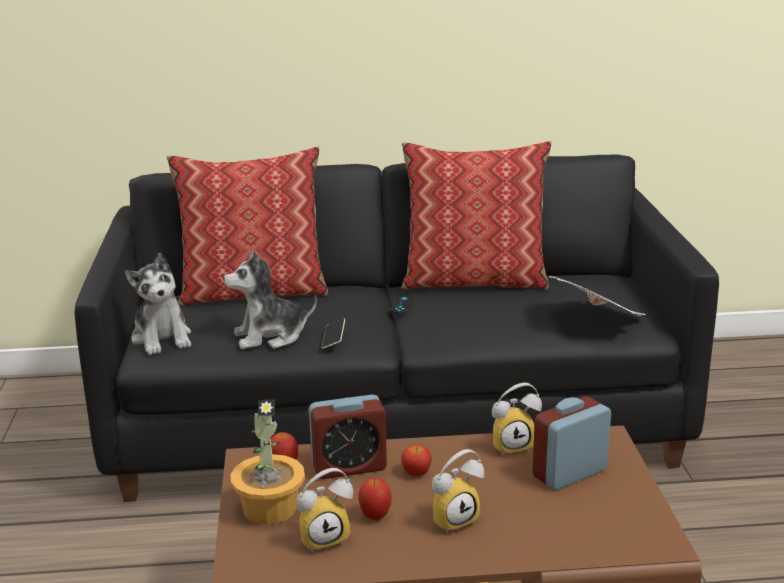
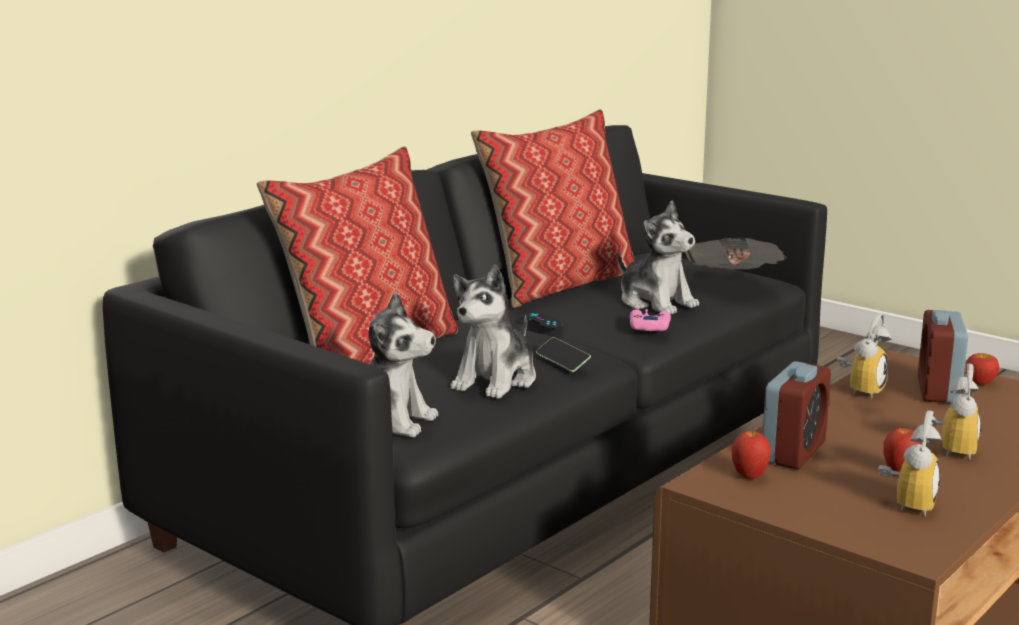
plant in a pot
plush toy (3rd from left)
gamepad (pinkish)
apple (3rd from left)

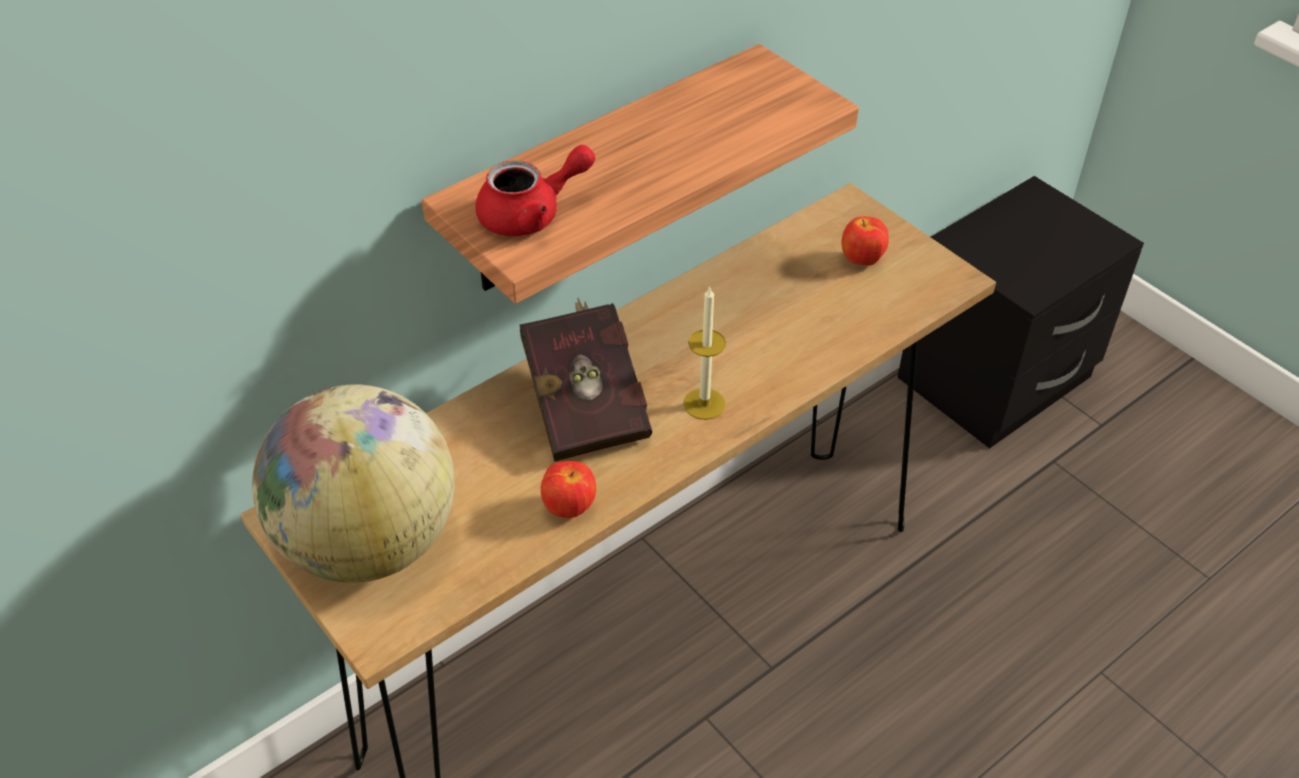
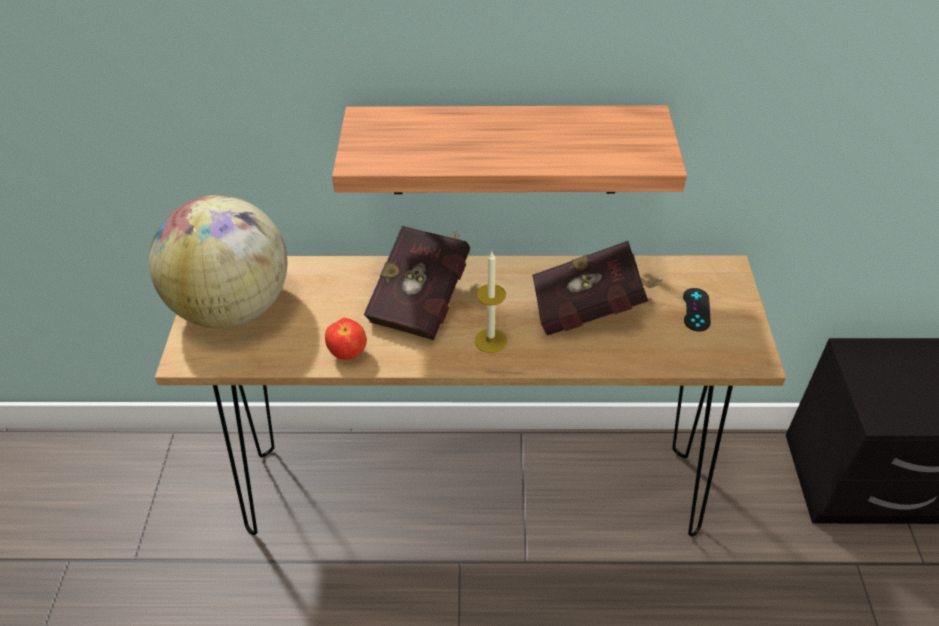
teapot (red)
bound book (red) (2nd from left)
gamepad (blackish)

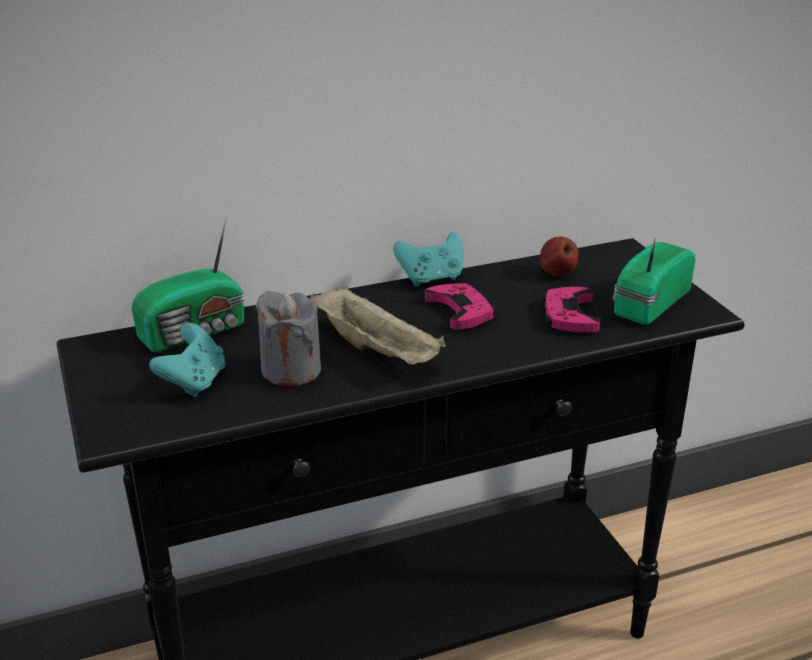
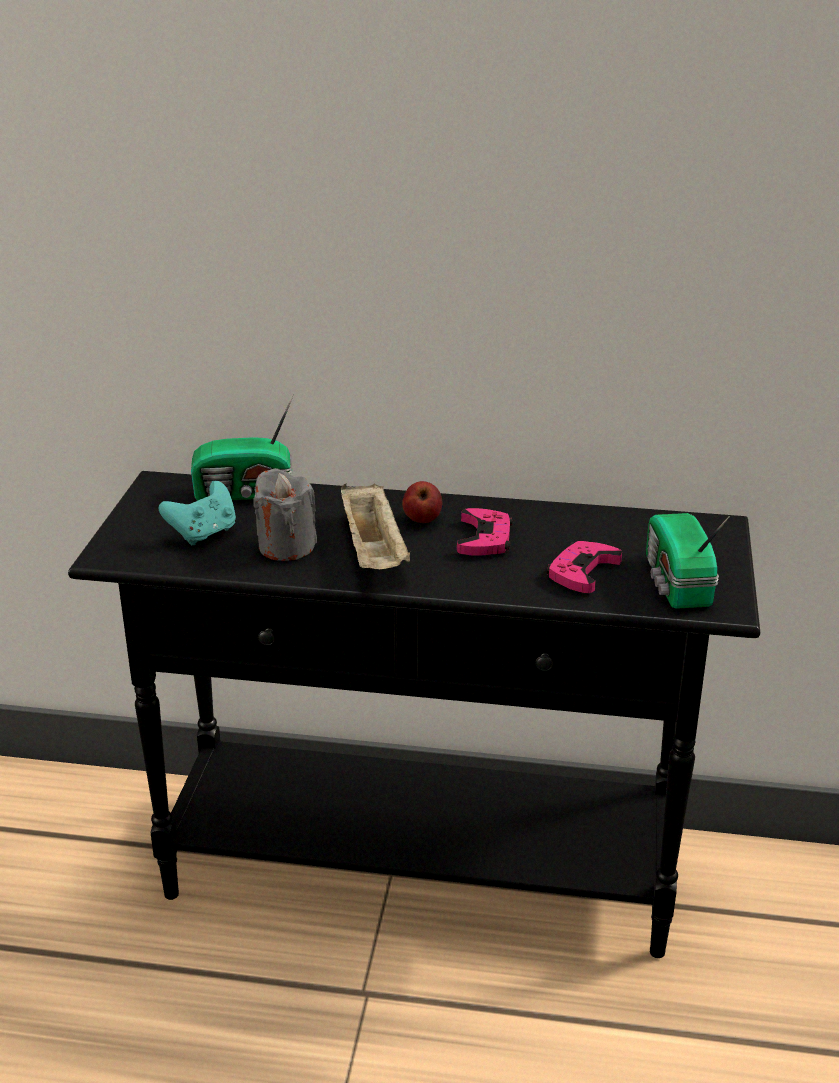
gamepad (turquoise) (2nd from left in the first image)
apple
radio (2nd from left)

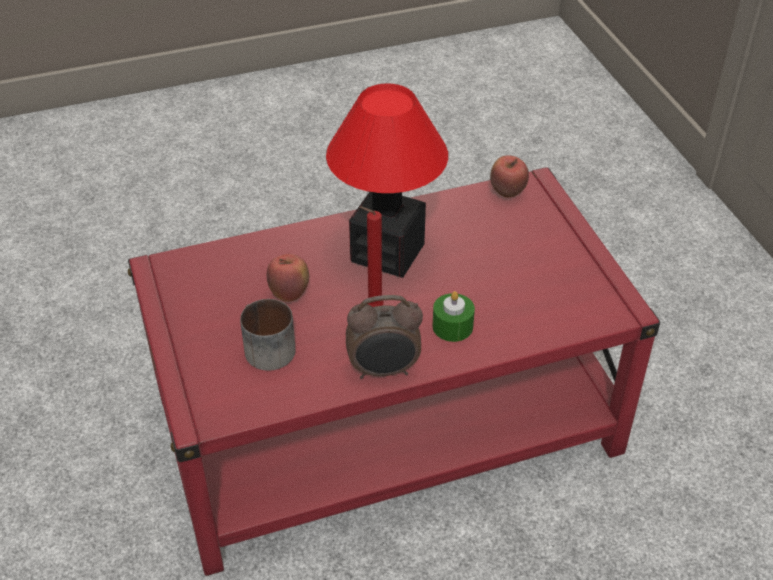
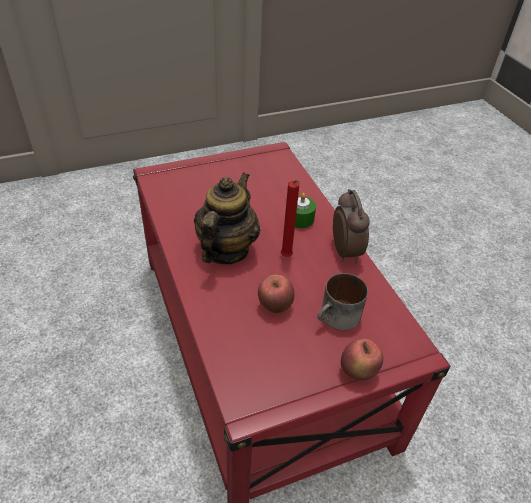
apple (2nd from left)
teapot

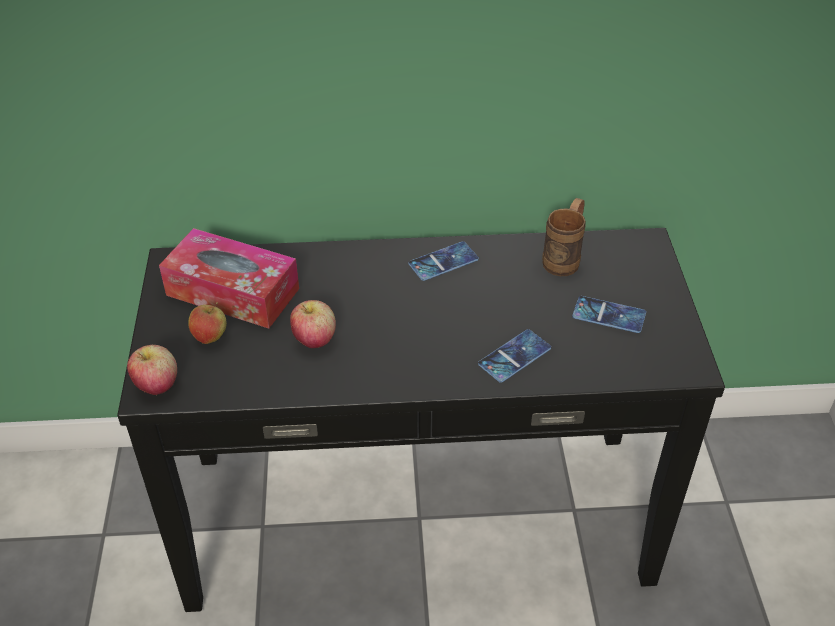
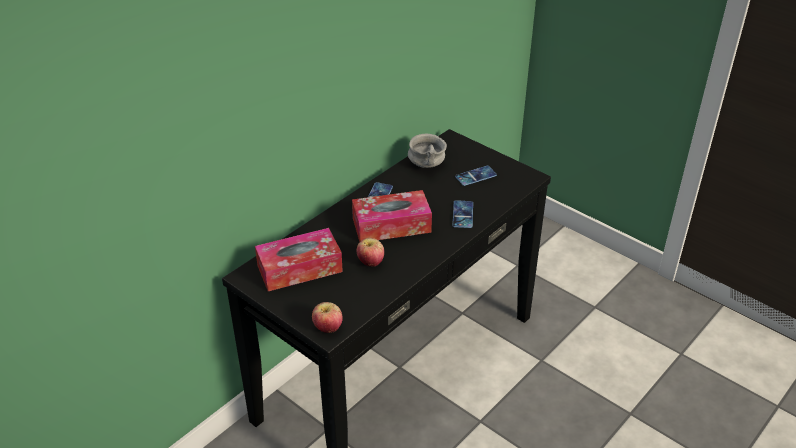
apple (2nd from left in the first image)
tissue holder (2nd from left)
deep dish (grey)

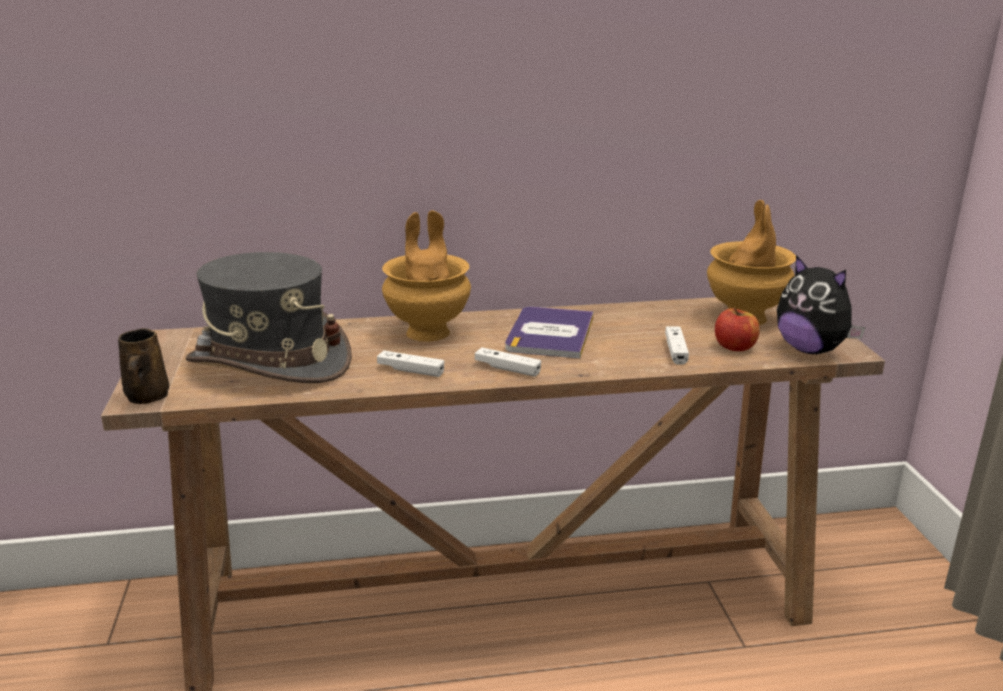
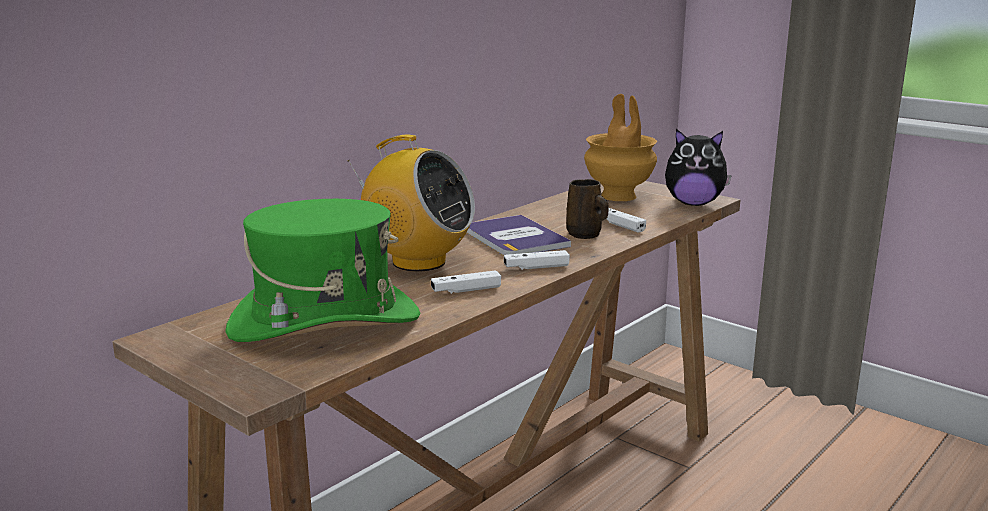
apple
tea mug (brownish)
radio
wearable hat (green-coloured)

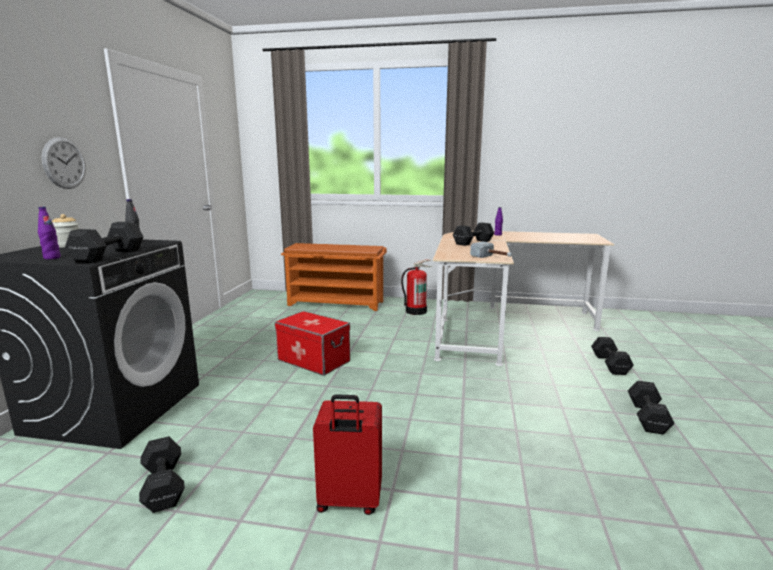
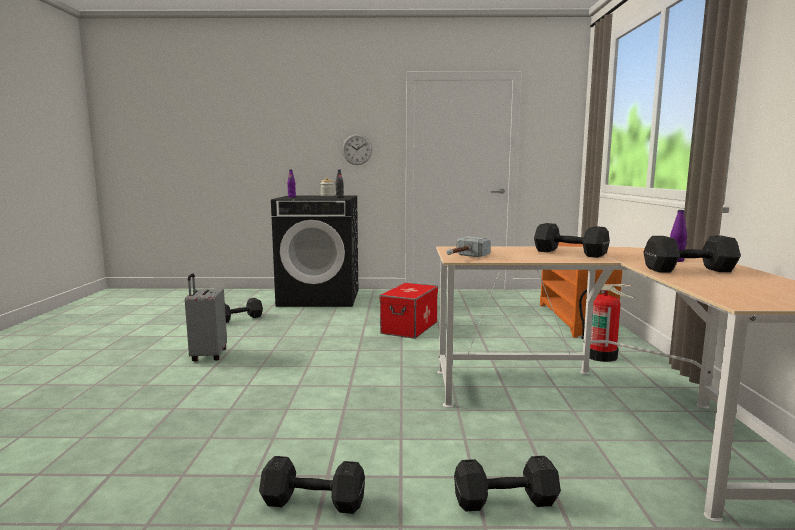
hand weight (blackish) (5th from left)
suitcase (grey)

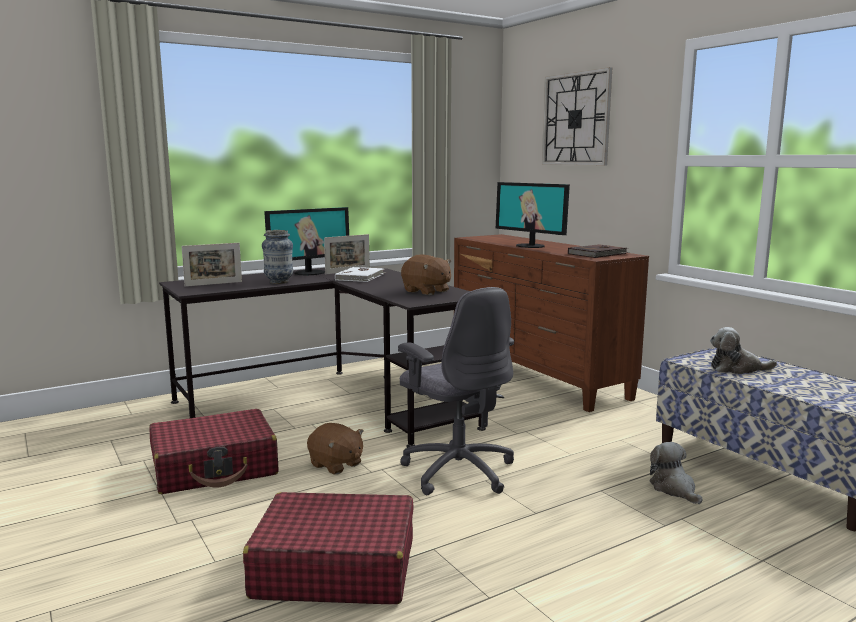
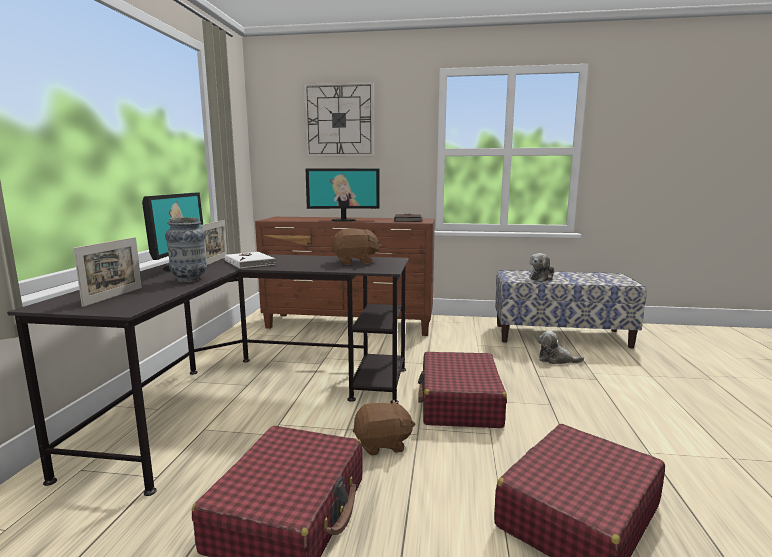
suitcase (red) (2nd from left)

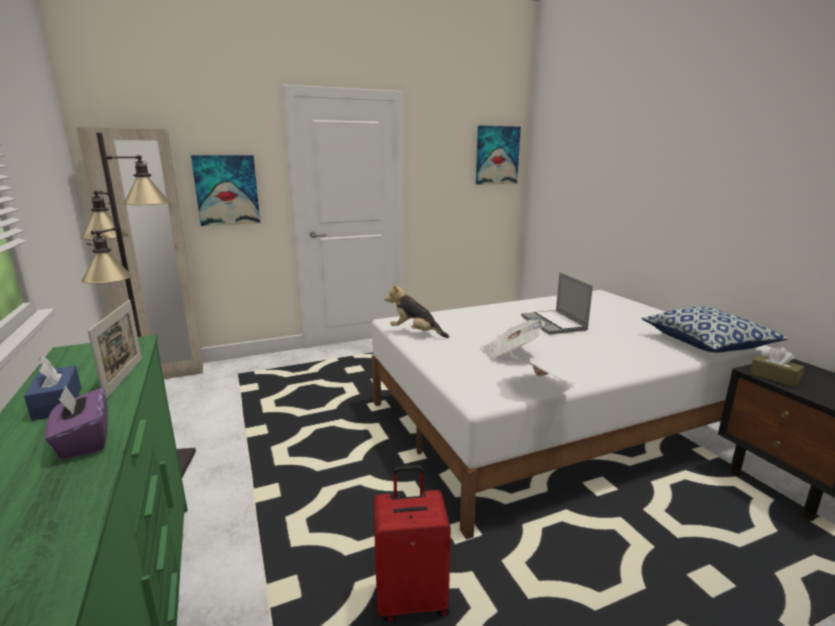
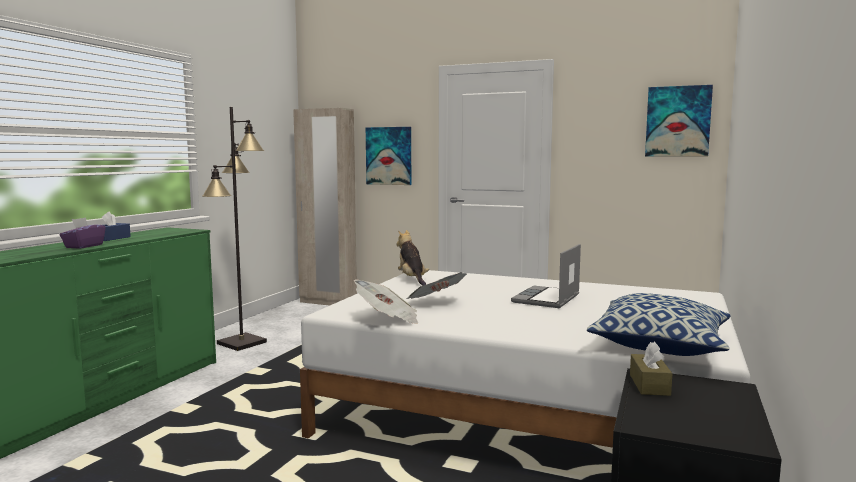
photo frame
suitcase (red)

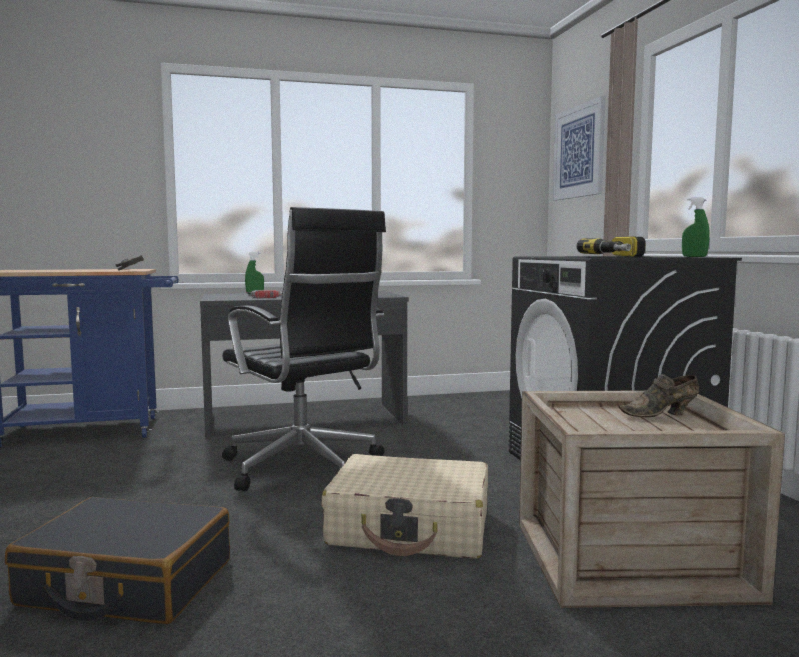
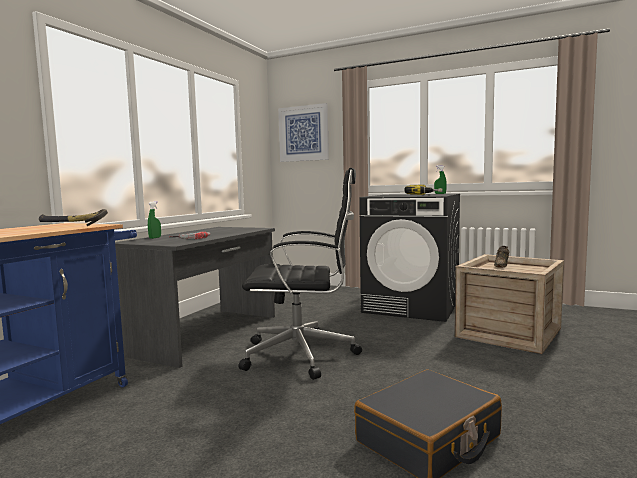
suitcase (beige-coloured)

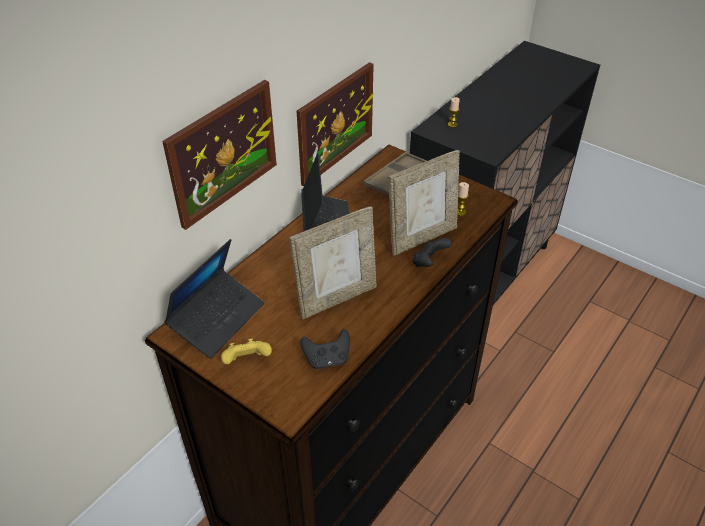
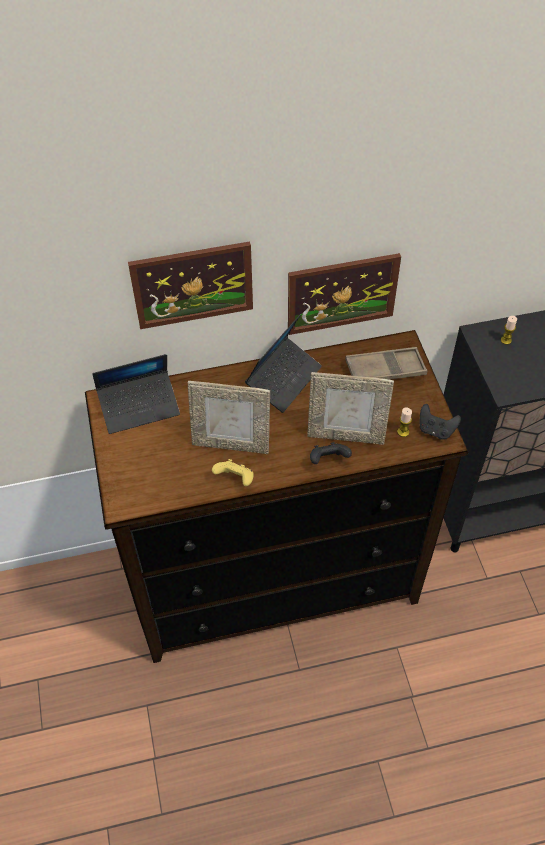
gamepad (yellow-coloured)
gamepad (blackish) (2nd from left)

